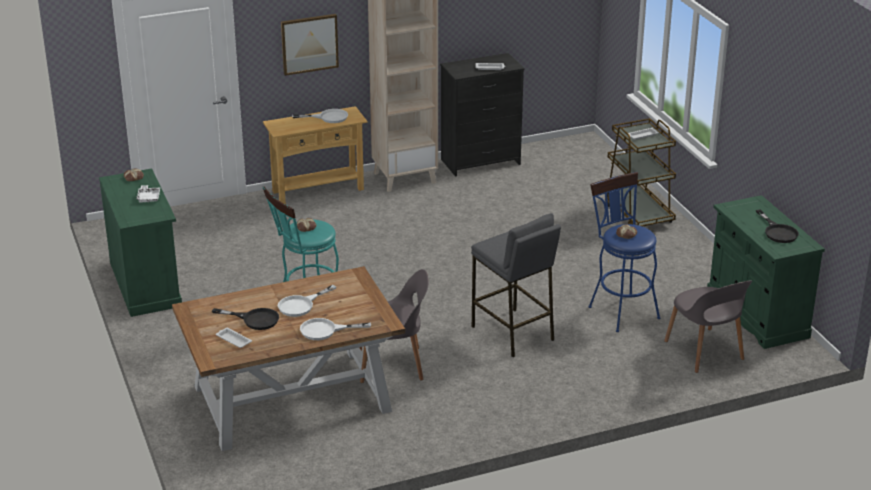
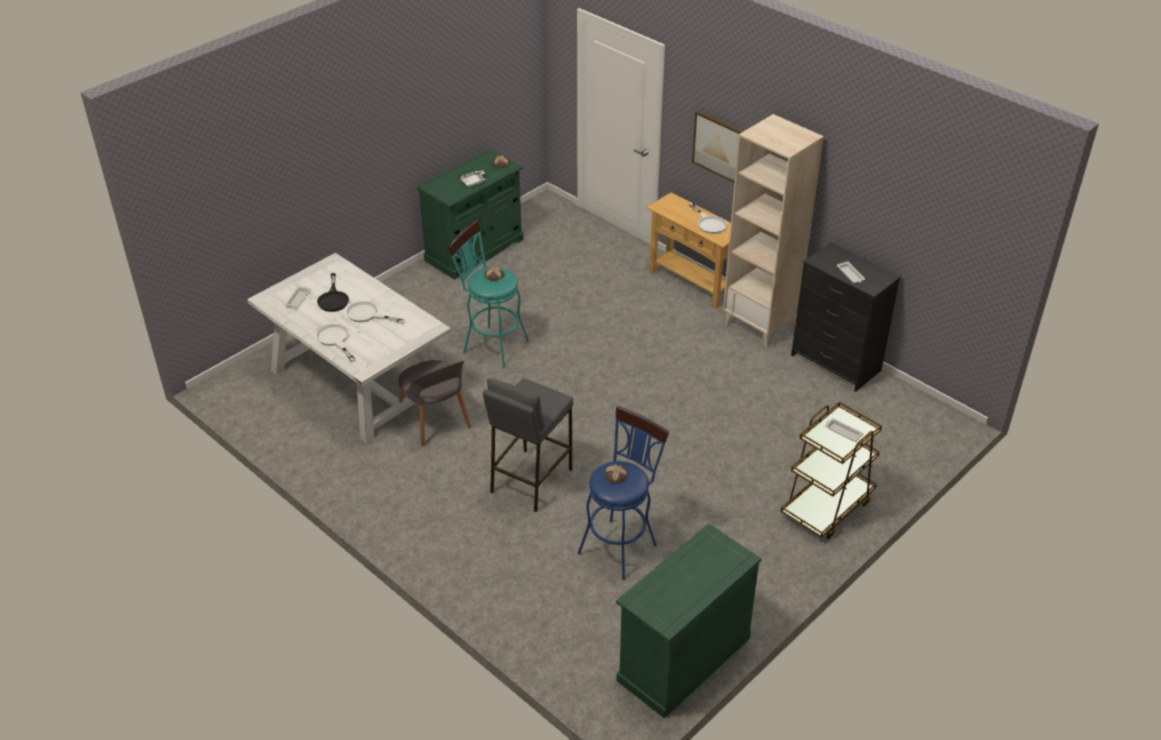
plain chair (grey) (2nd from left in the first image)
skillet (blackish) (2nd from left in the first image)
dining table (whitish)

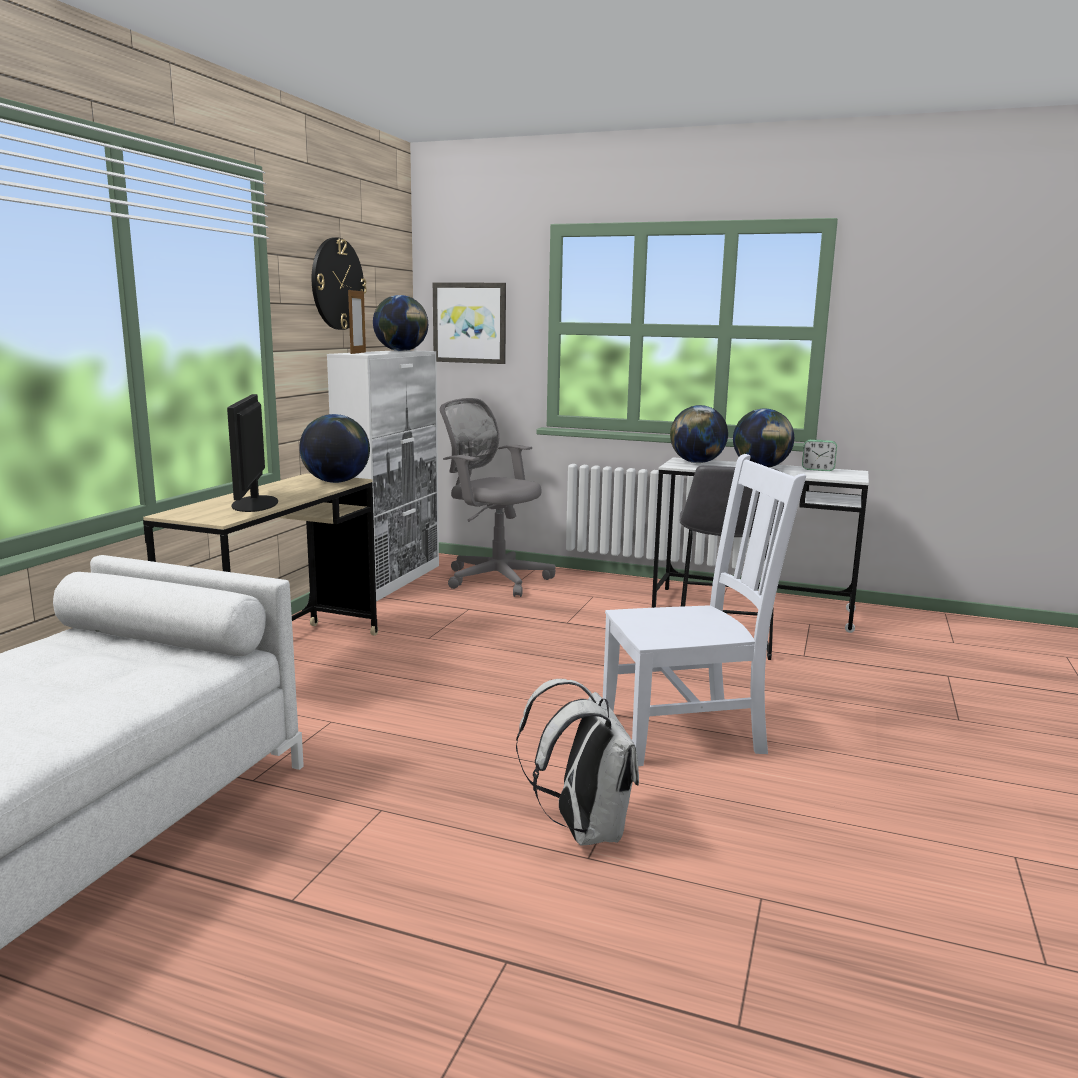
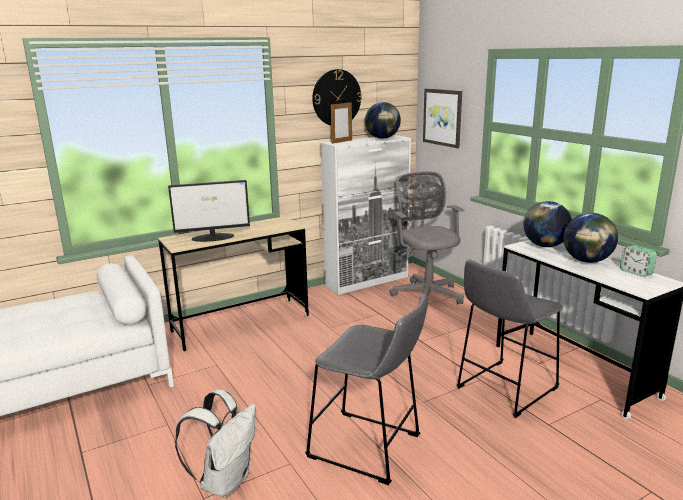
desk globe (1st from left in the first image)
stool (grey) (1st from left)
computer screen

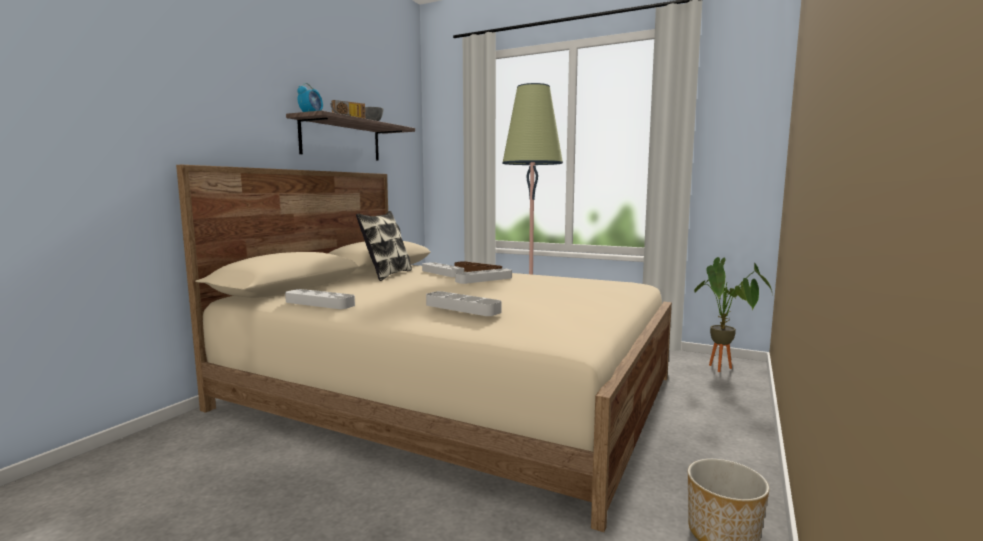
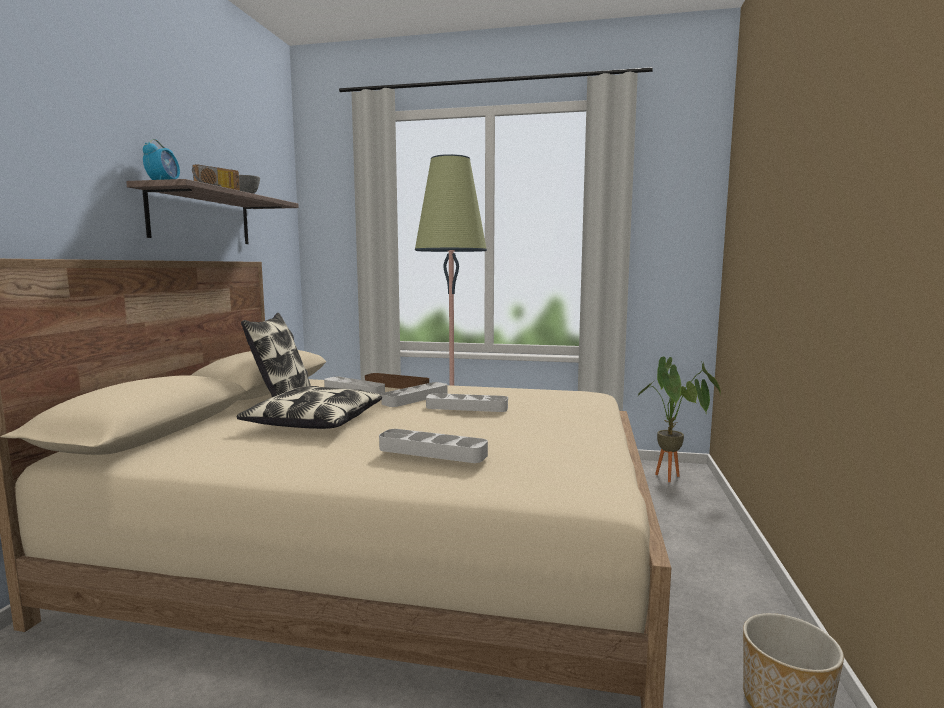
cushion (2nd from left)
carrying tray (grey) (4th from left)

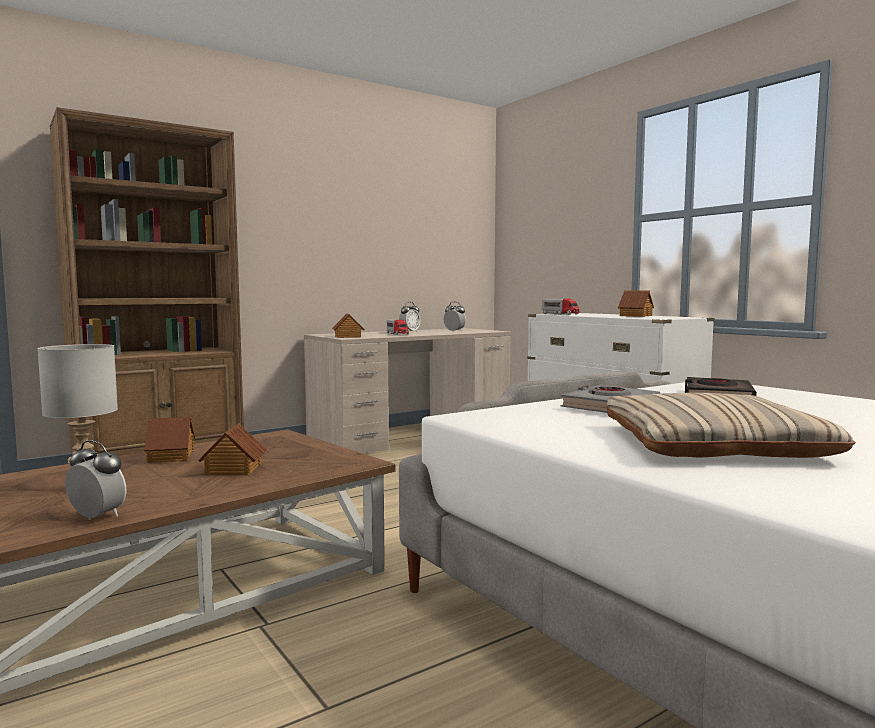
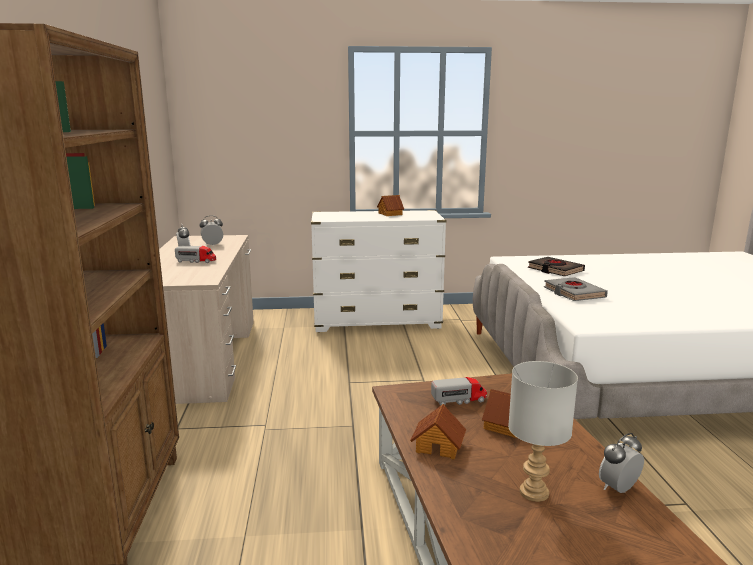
toy house (3rd from left in the first image)
cushion (beige-coloured)
toy truck (2nd from left)

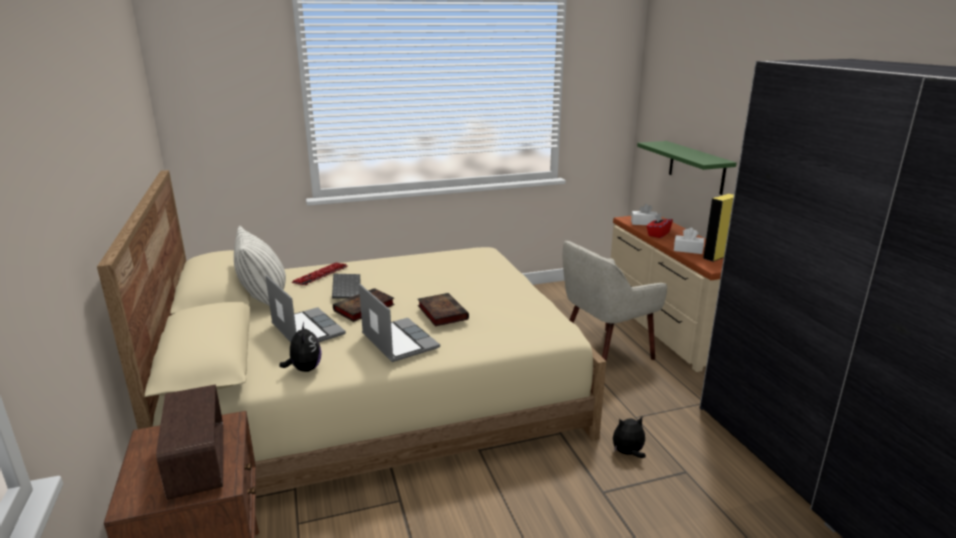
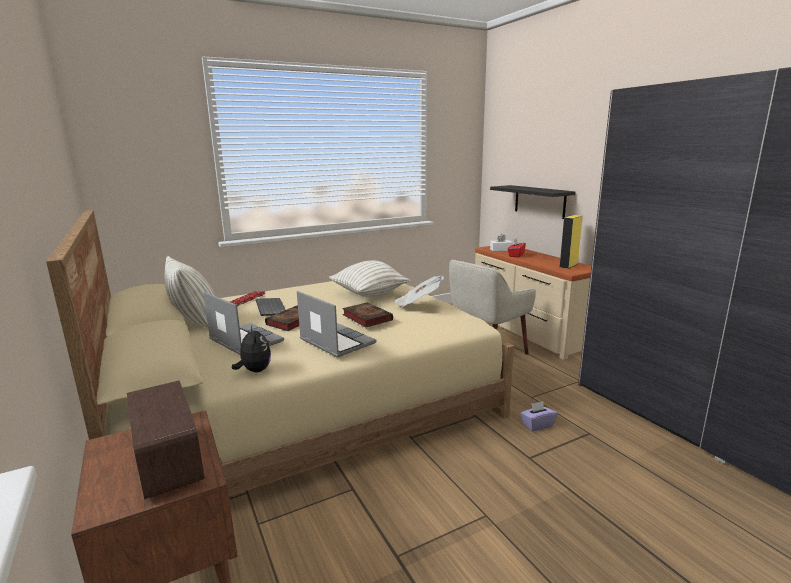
tissue holder (whitish) (2nd from left in the first image)
cushion (2nd from left)
newspaper
tissue holder (purple-coloured)
bracket shelf (blackish)

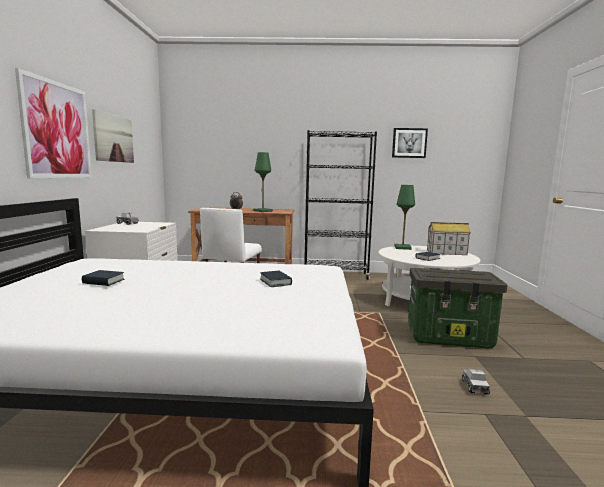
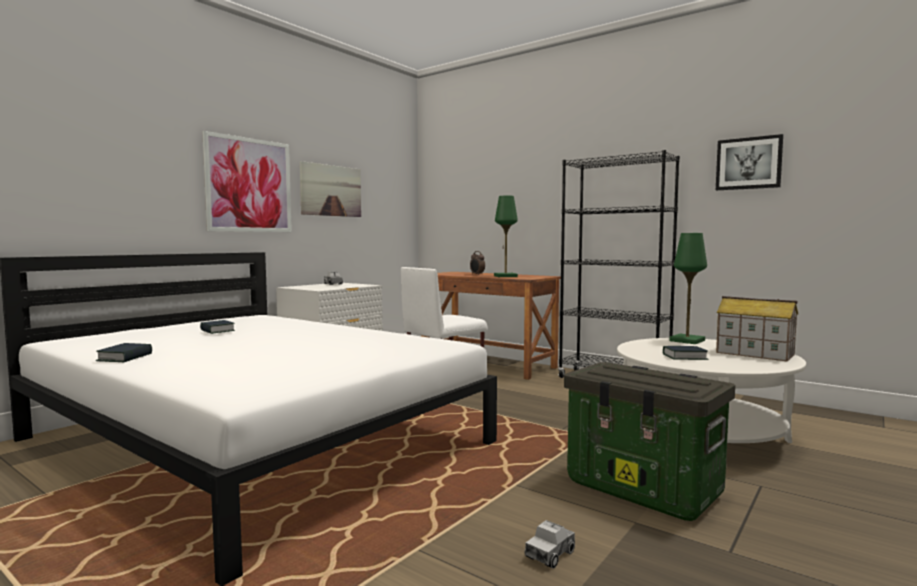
bound book (1st from left)

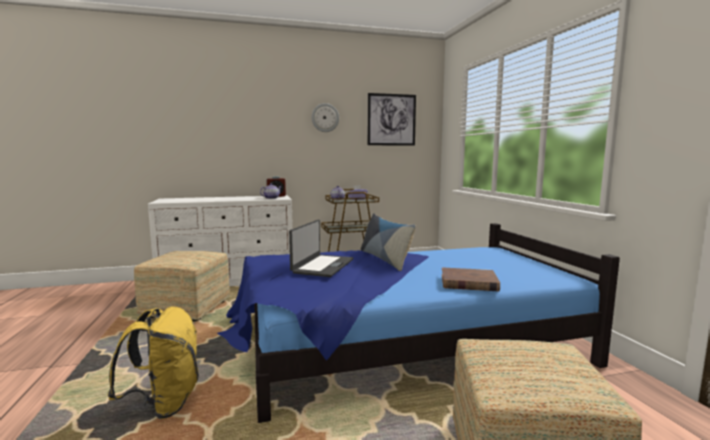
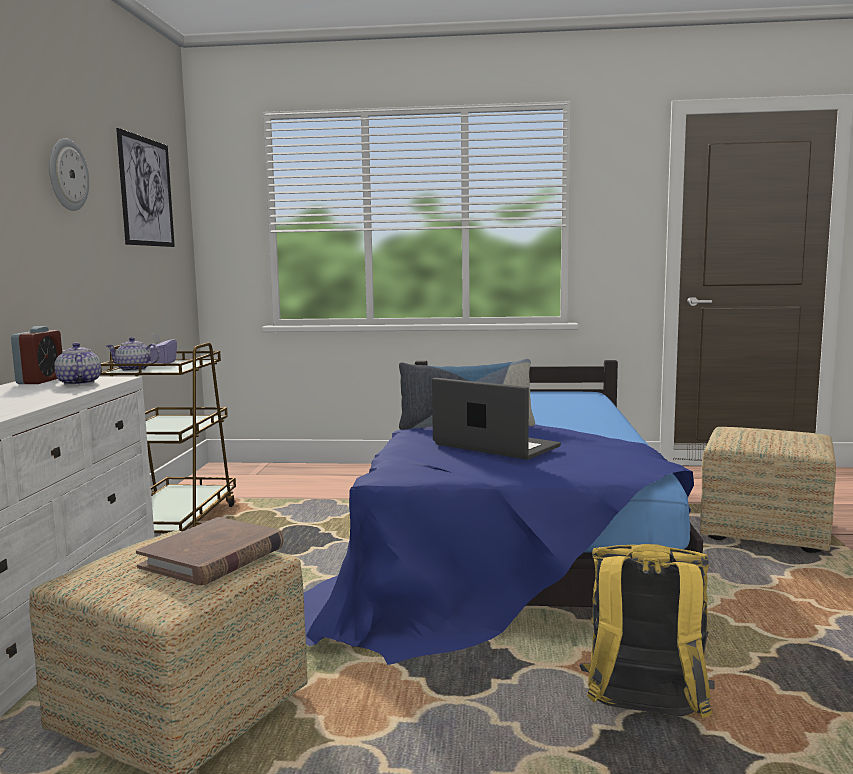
bound book (brownish)

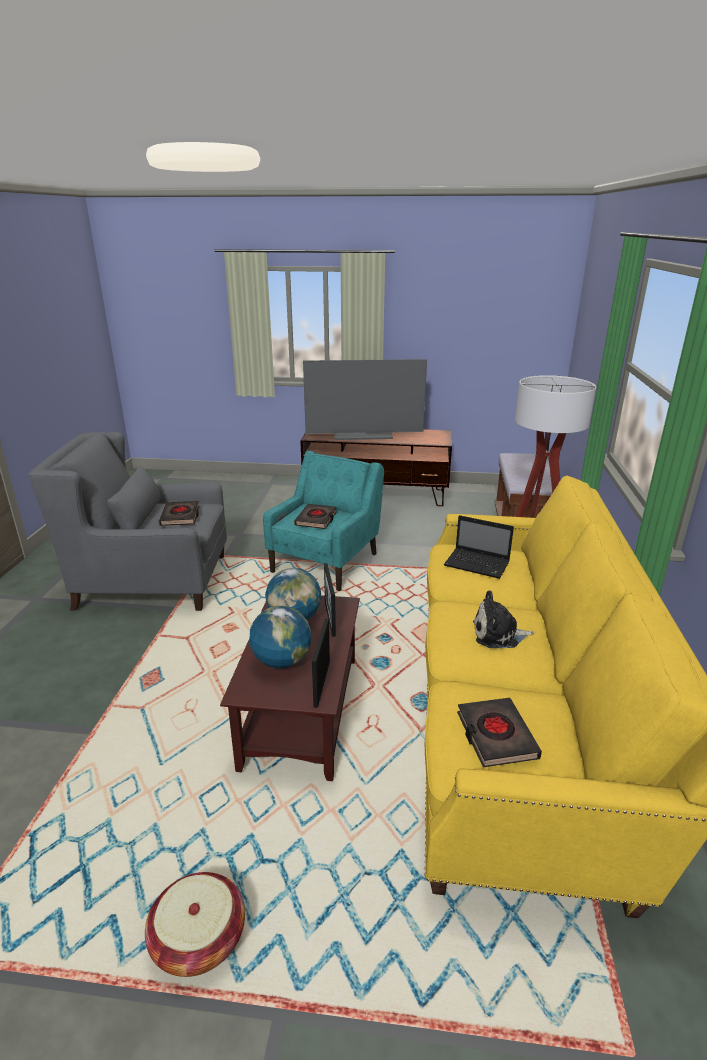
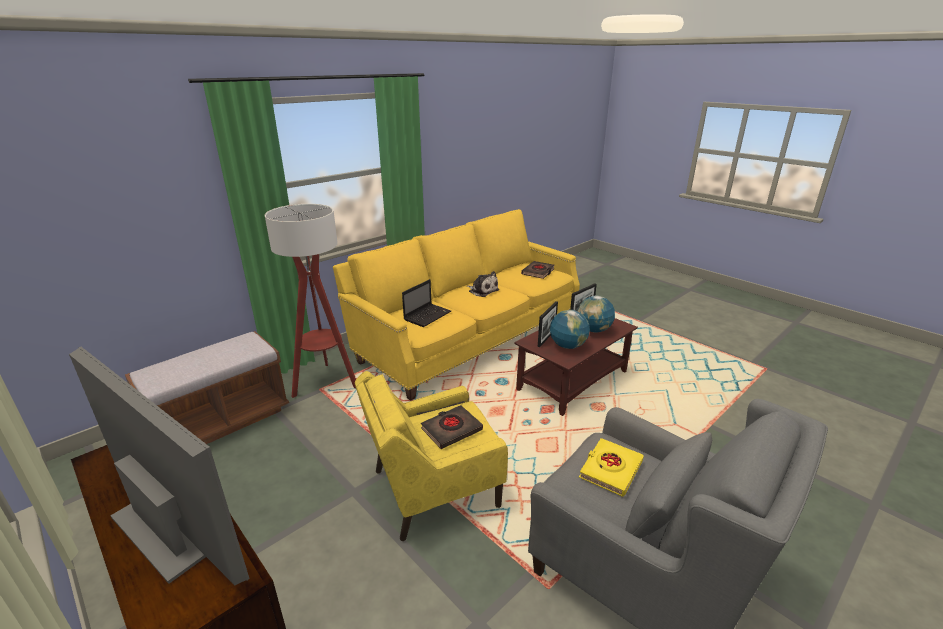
basket
bound book (yellow-coloured)
lounge chair (yellow-coloured)
laptop

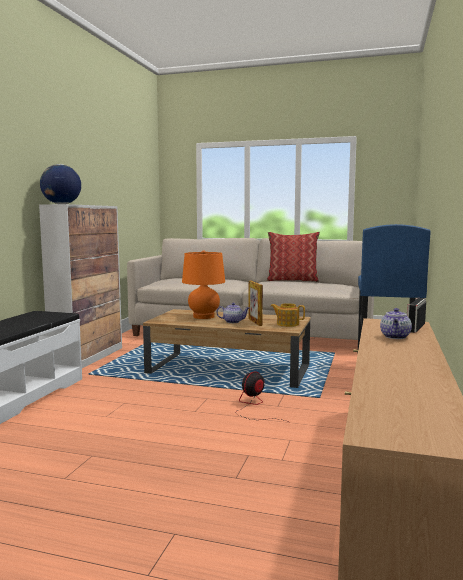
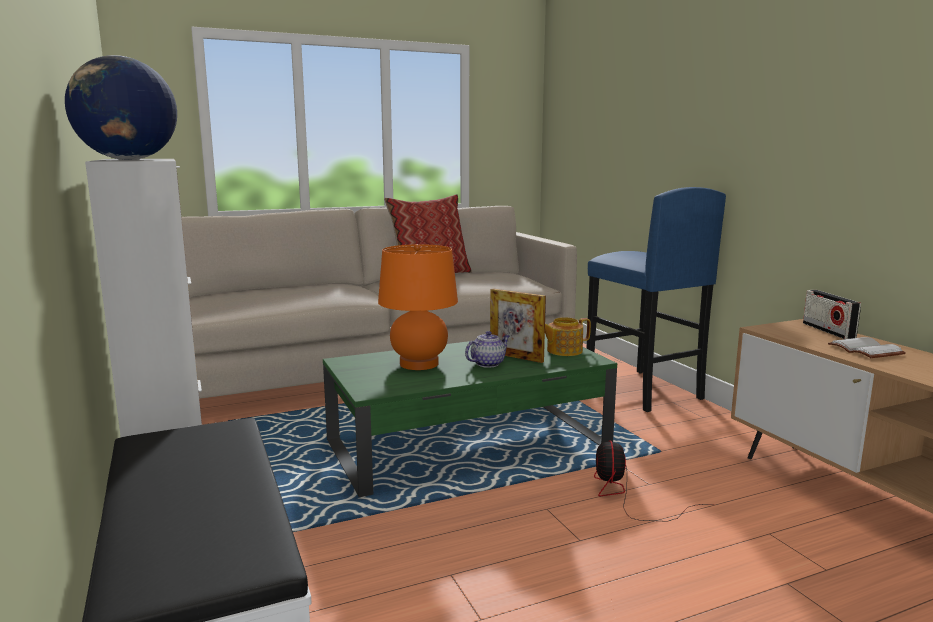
bound book (whitish)
low table (green-coloured)

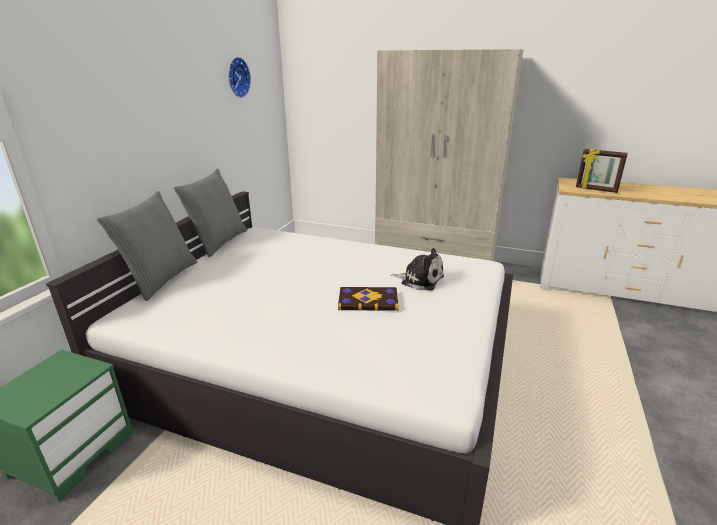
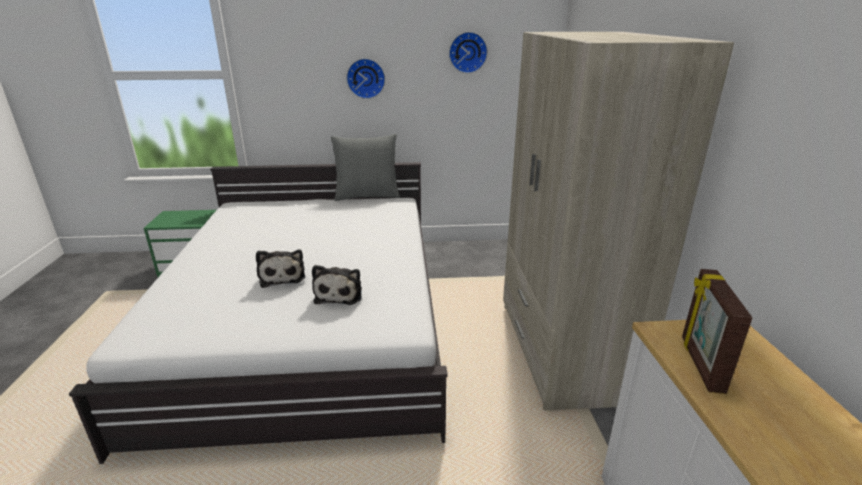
cushion (grey) (1st from left in the first image)
wall clock (1st from left)
plush toy (1st from left)

